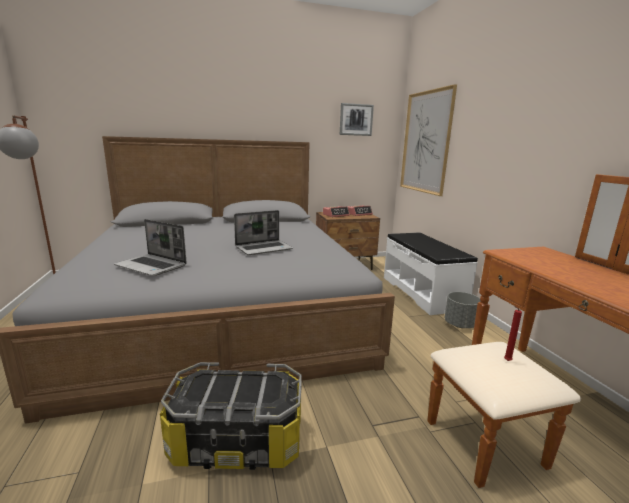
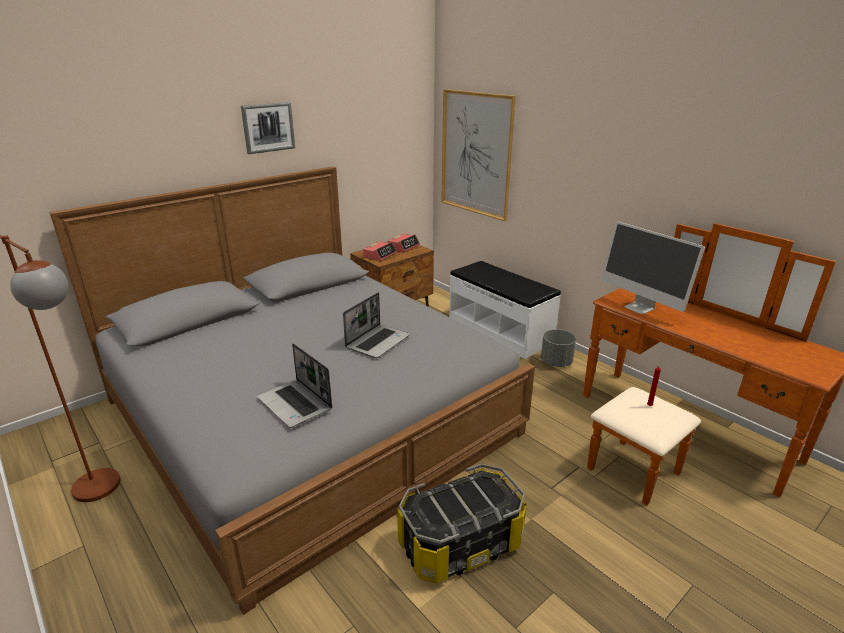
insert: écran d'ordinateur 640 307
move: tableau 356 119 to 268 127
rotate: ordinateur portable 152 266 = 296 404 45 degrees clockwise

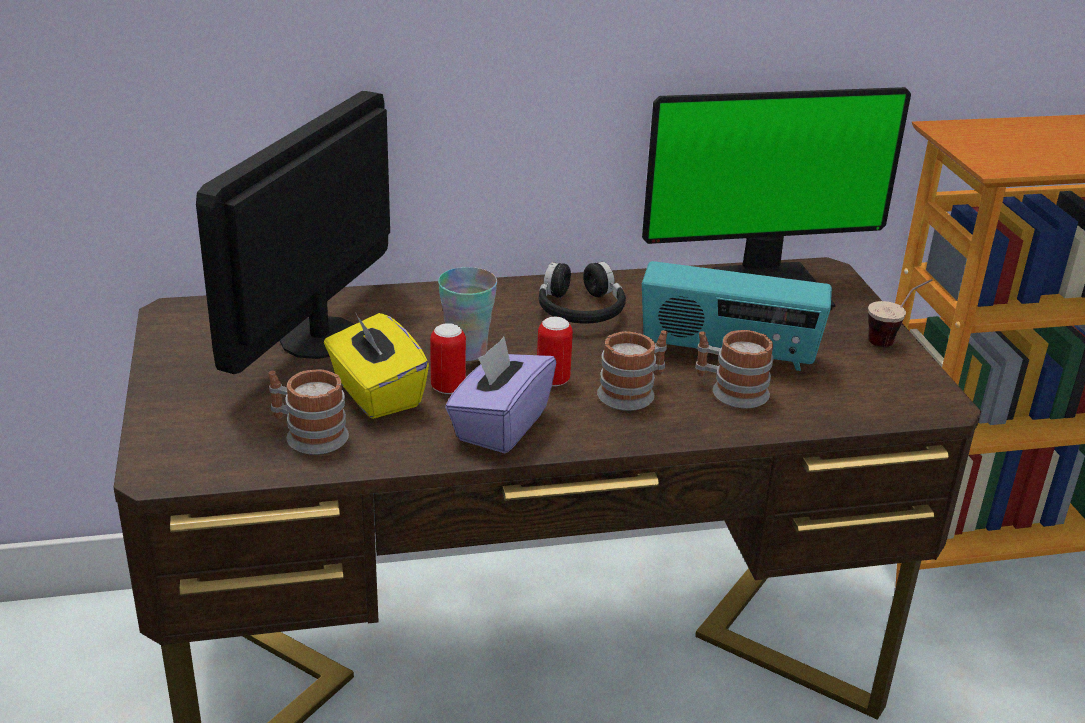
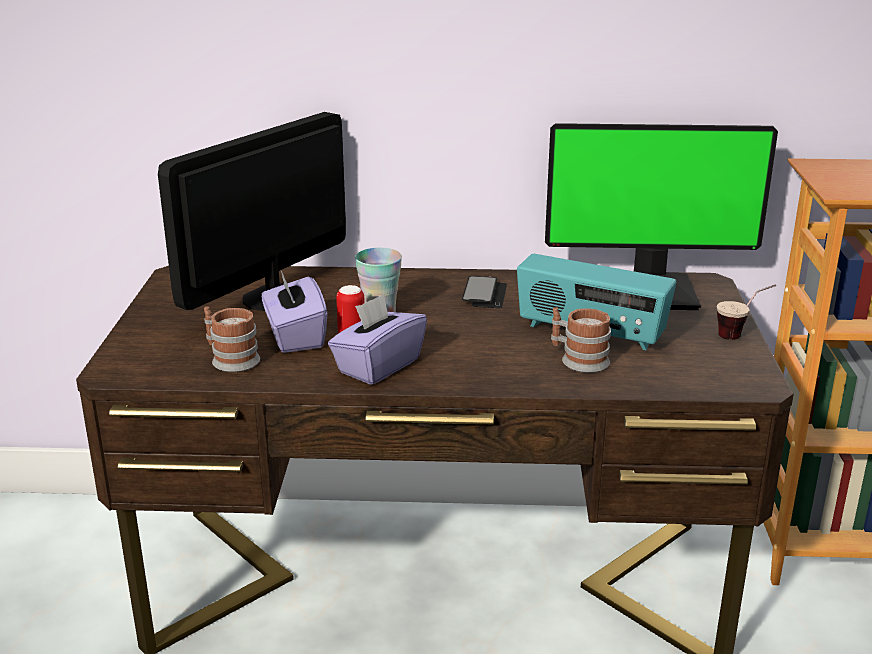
delete: boîte métallique 553 380; mug 633 392
replace: casque audio (noir) 580 309 to téléphone 484 294
recolor: boîte à mouchoirs (jaune) 376 393 to boîte à mouchoirs (violet) 295 337

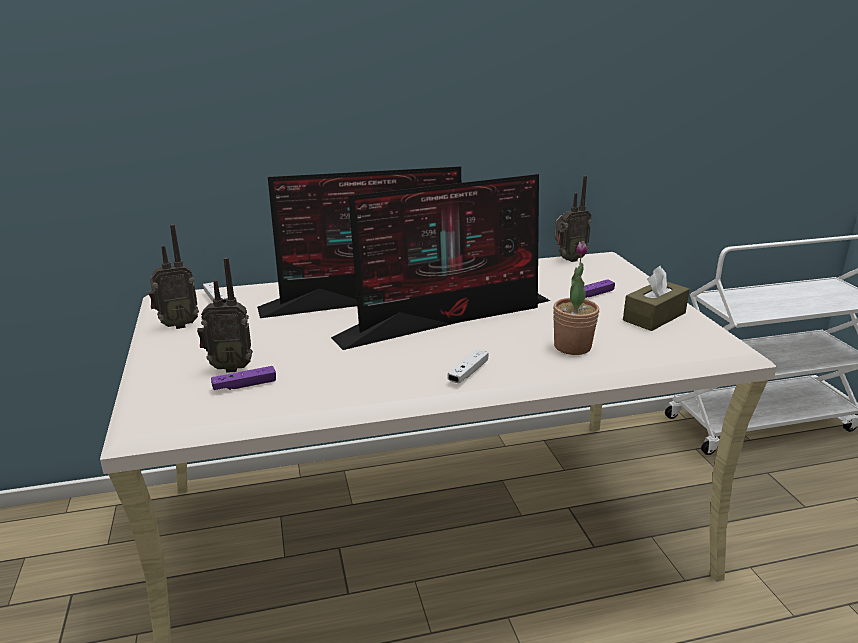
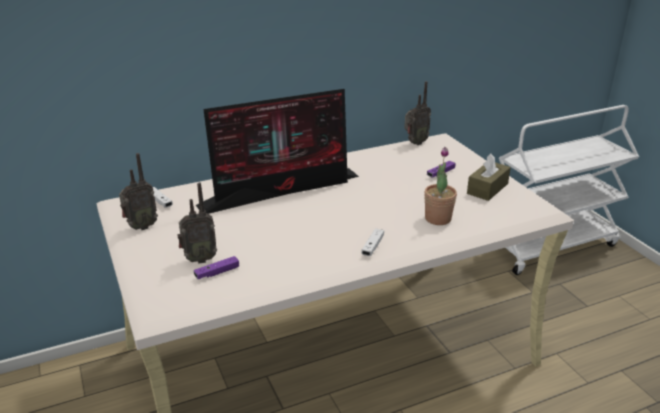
delete: écran d'ordinateur 450 317

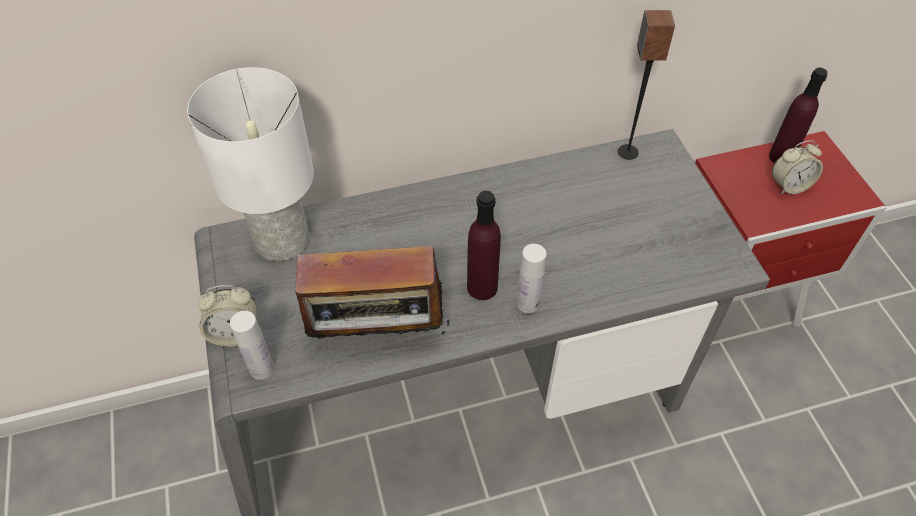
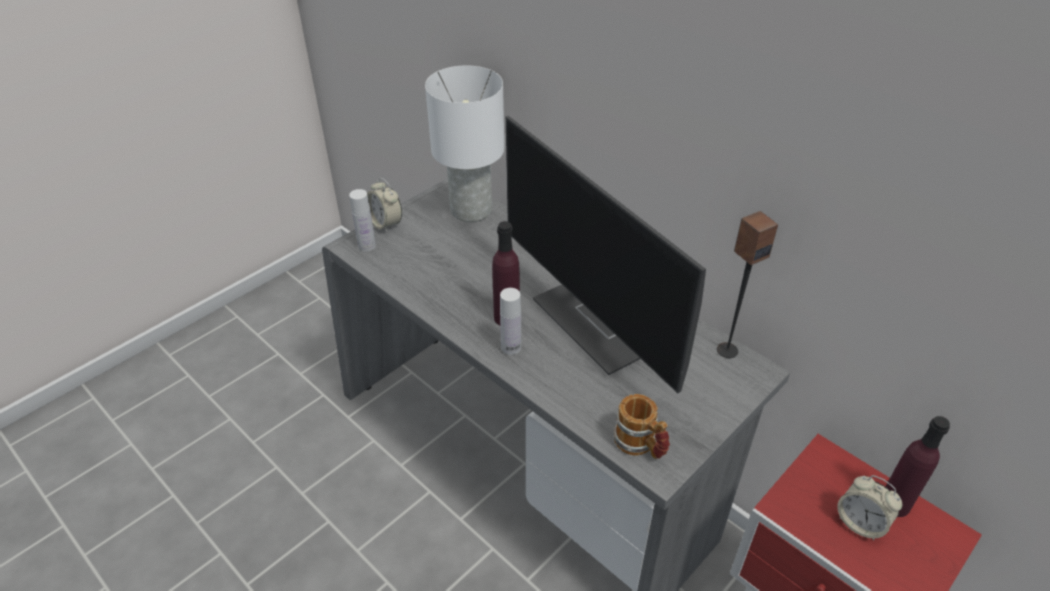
delete: radio 378 334
insert: écran d'ordinateur 603 323; mug 640 445

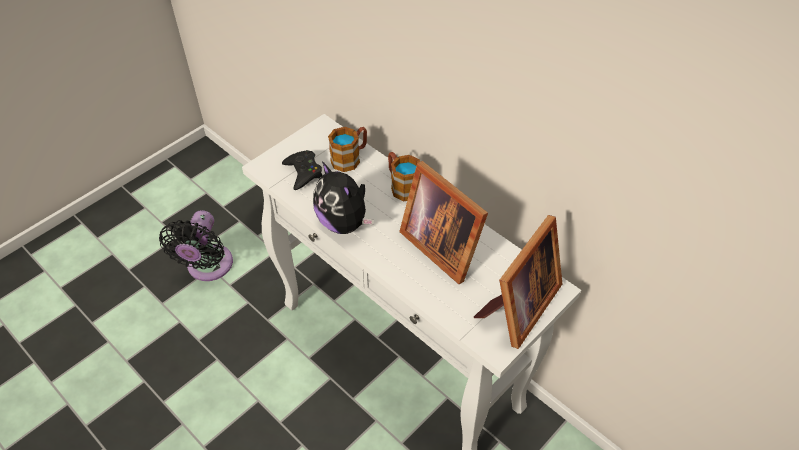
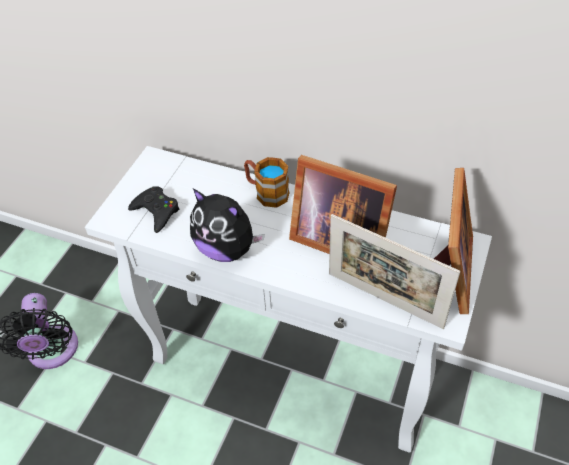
delete: mug 350 158
insert: cadre photo 384 300

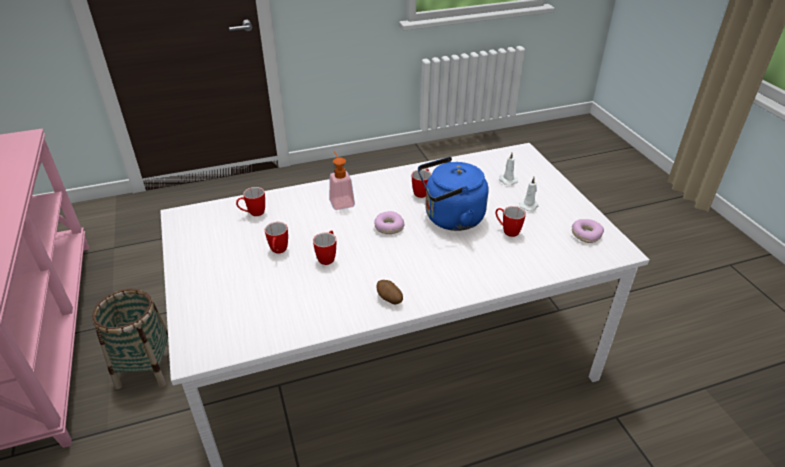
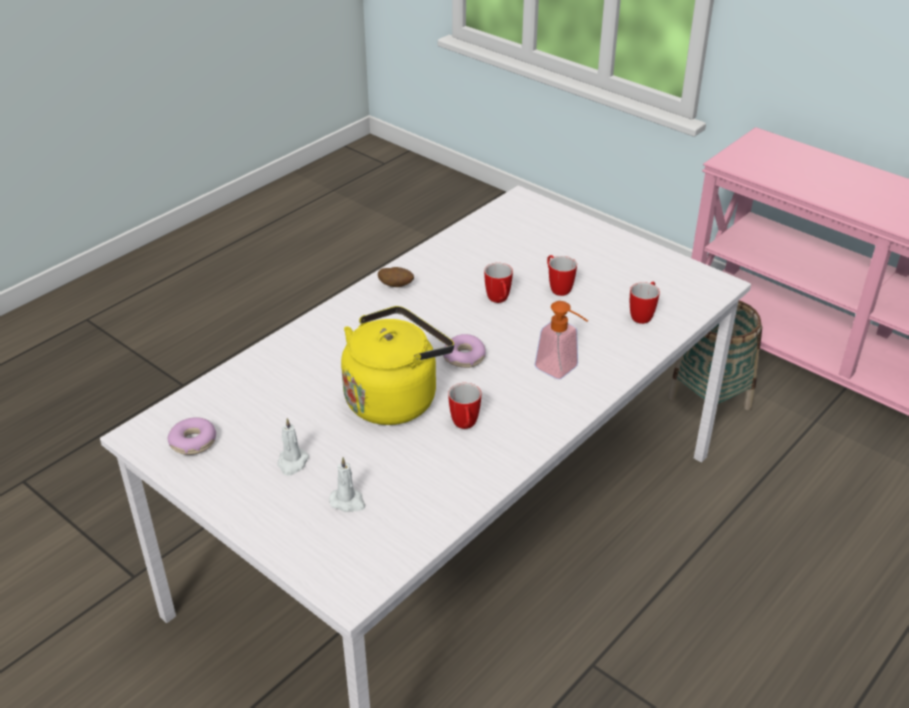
delete: mug 507 231
recolor: bouilloire (bleu) 450 218 to bouilloire (jaune) 395 398

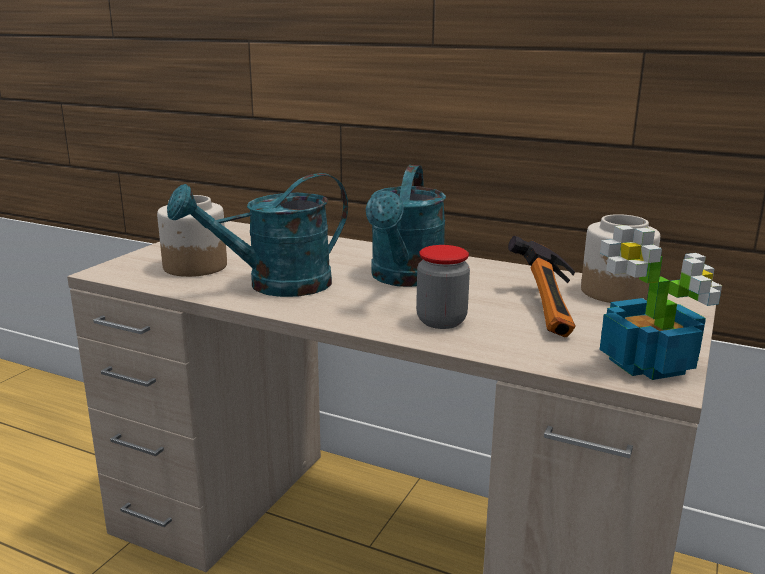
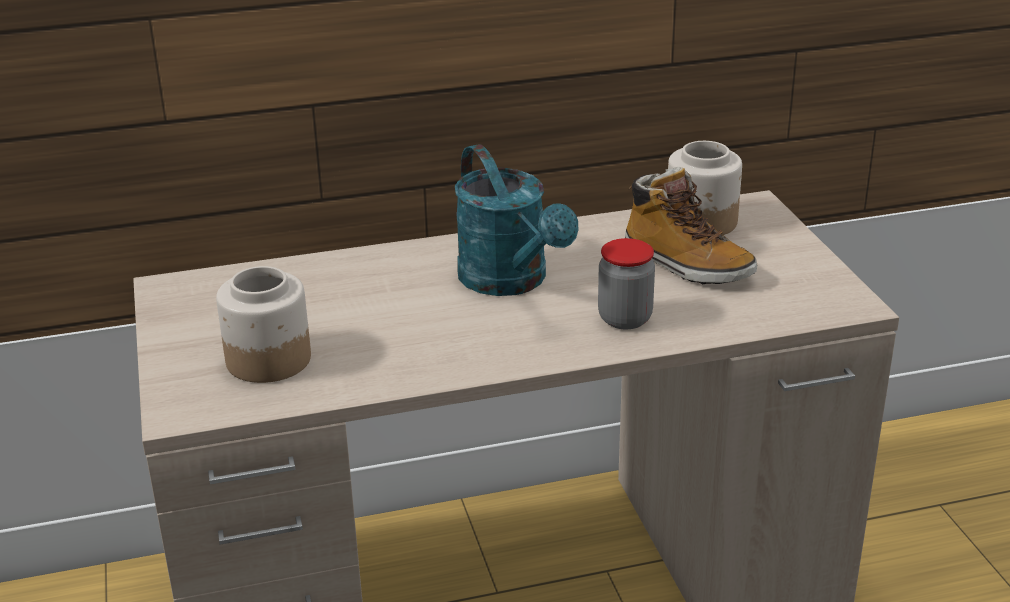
delete: arrosoir (turquoise) 275 286; plante en pot 649 363
replace: marteau 553 310 to botte 686 265

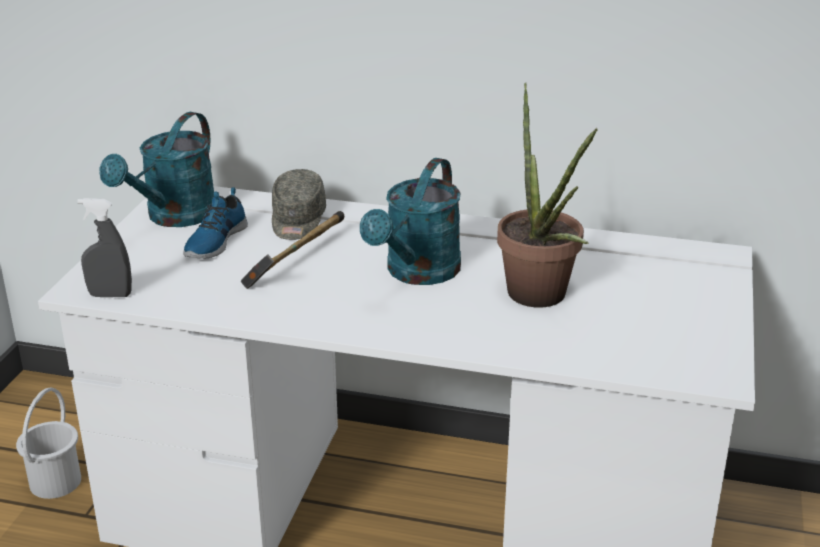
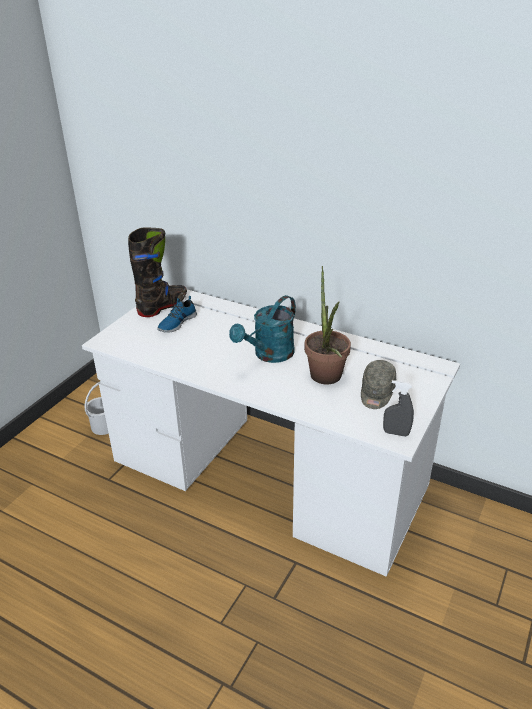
delete: marteau 295 262
move: casquette (gris) 297 220 to 376 393; vaporisateur (gris) 110 295 to 396 433
replace: arrosoir (turquoise) 174 217 to botte (noir) 163 306

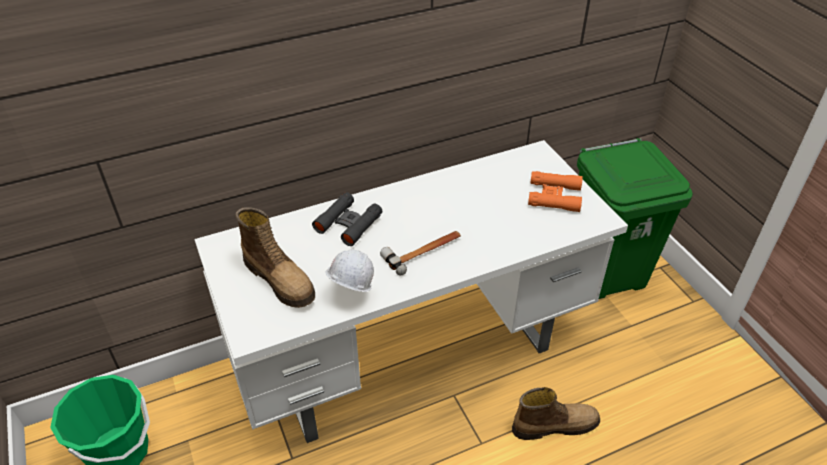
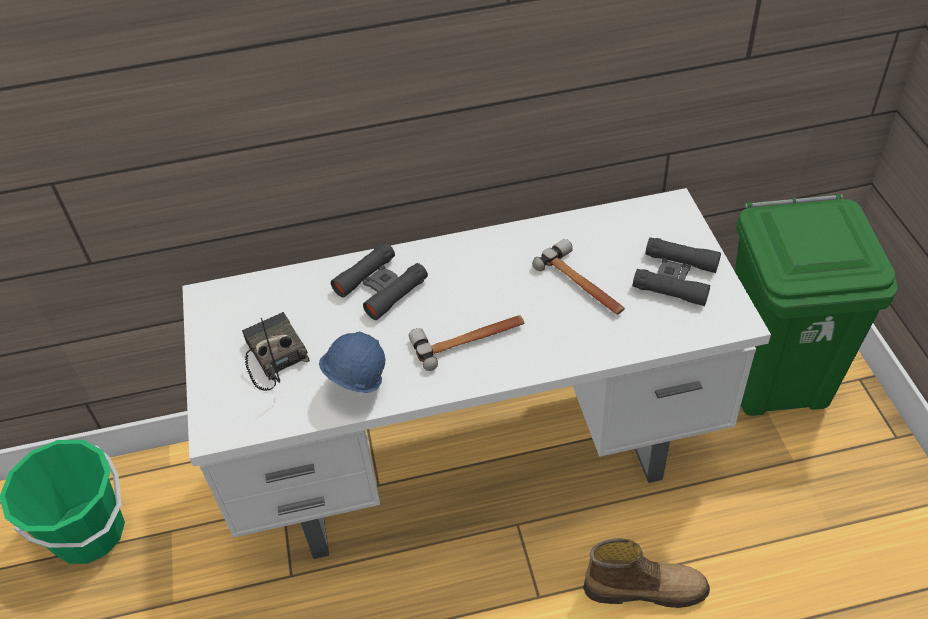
insert: marteau 583 285
replace: botte 280 279 to radio 273 356
recolor: casque de chantier (blanc) 350 293 to casque de chantier (bleu) 356 388; jumelles (orange) 554 196 to jumelles (noir) 675 277

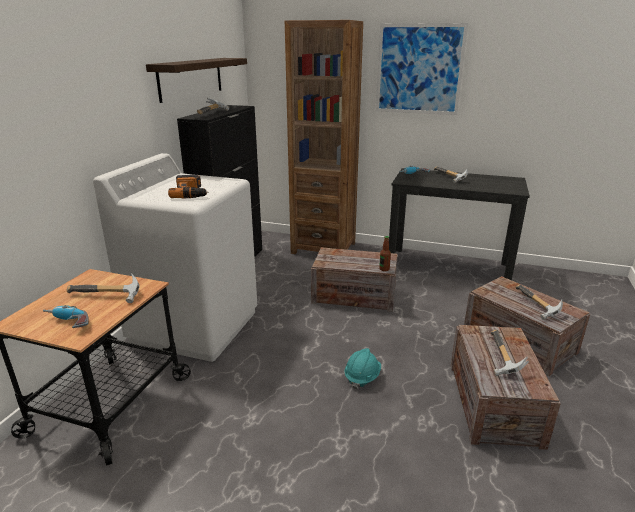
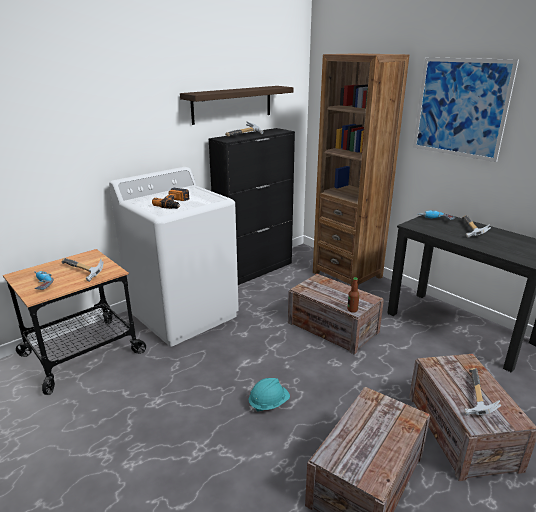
delete: marteau 499 358

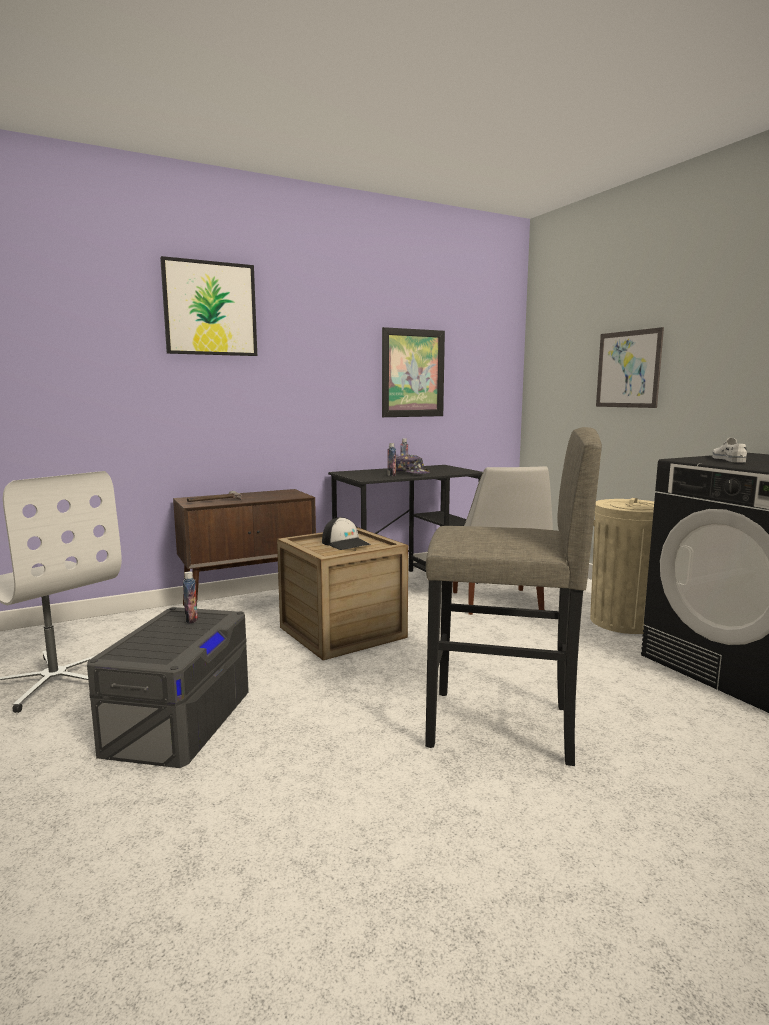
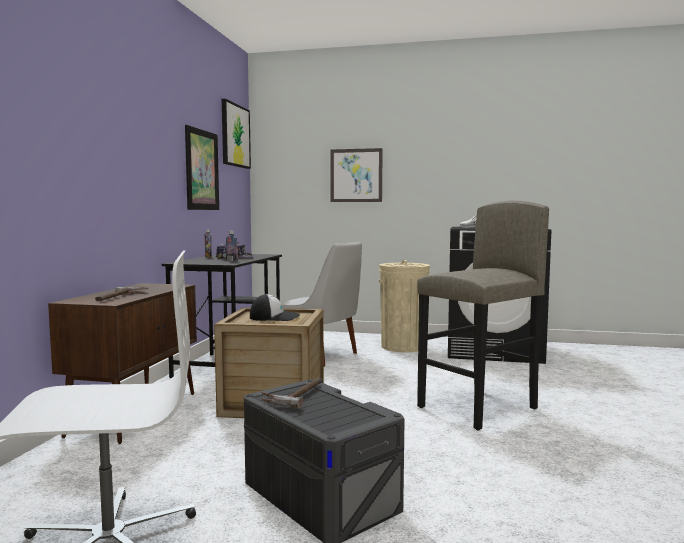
move: tableau 210 309 to 235 135
replace: bouteille 191 620 to marteau 295 394

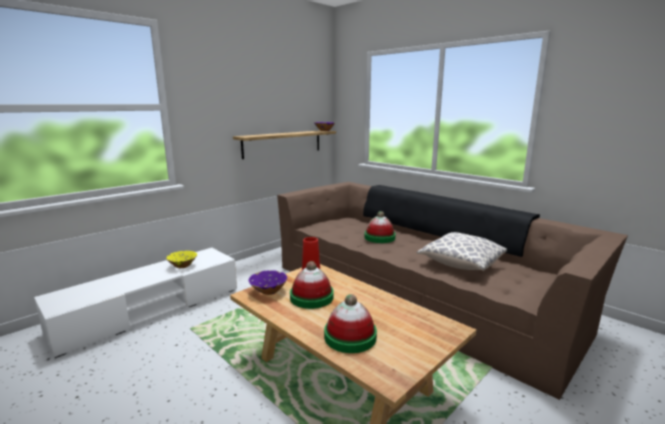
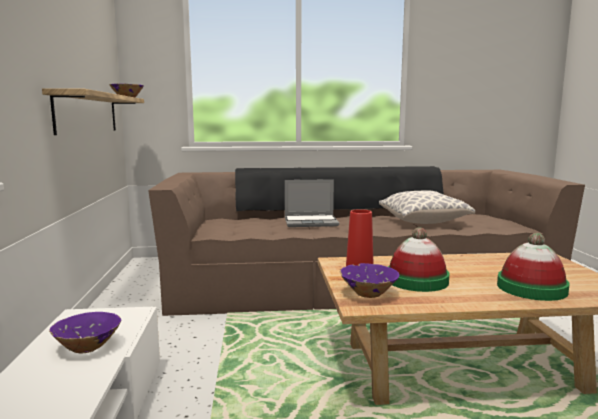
replace: chapeau 379 237 to ordinateur portable 311 222
recolor: bol (jaune) 183 266 to bol (violet) 87 347

